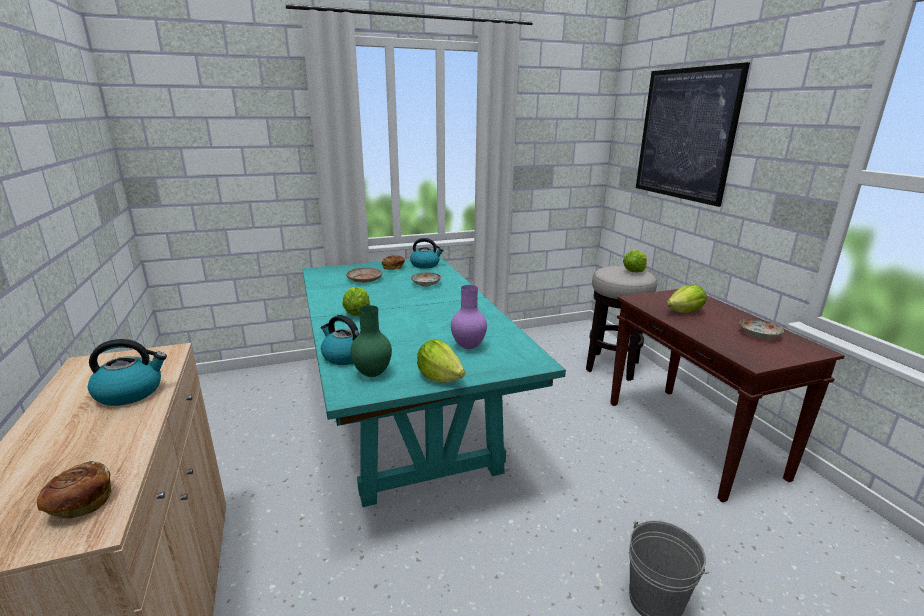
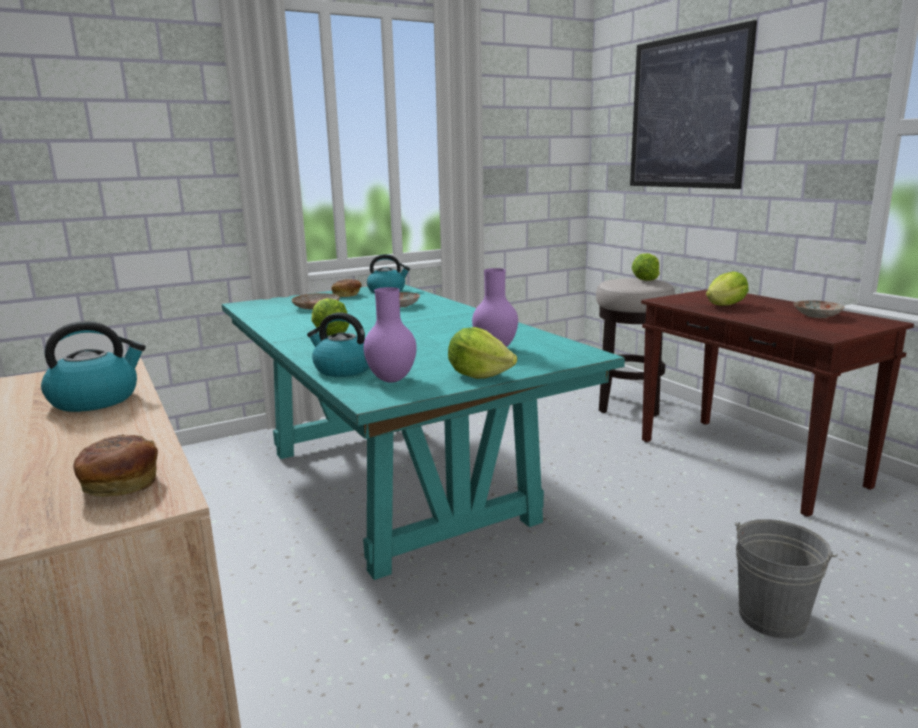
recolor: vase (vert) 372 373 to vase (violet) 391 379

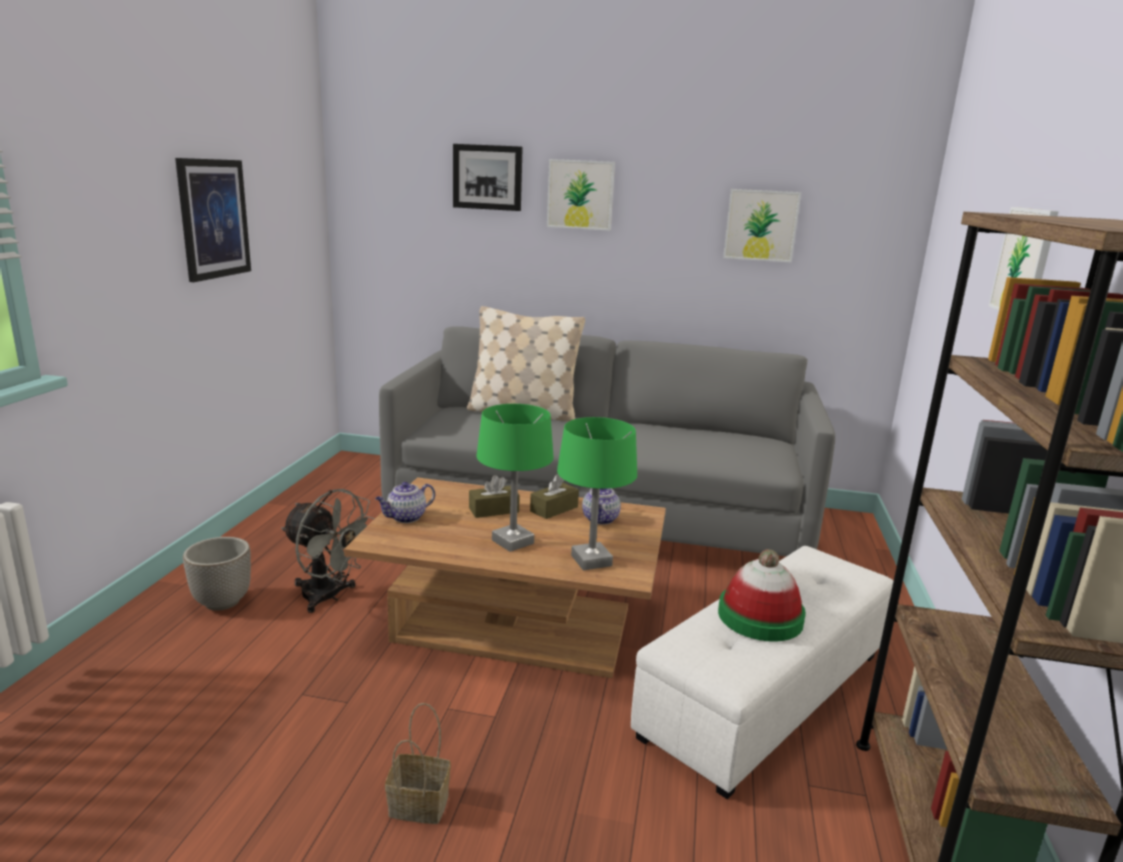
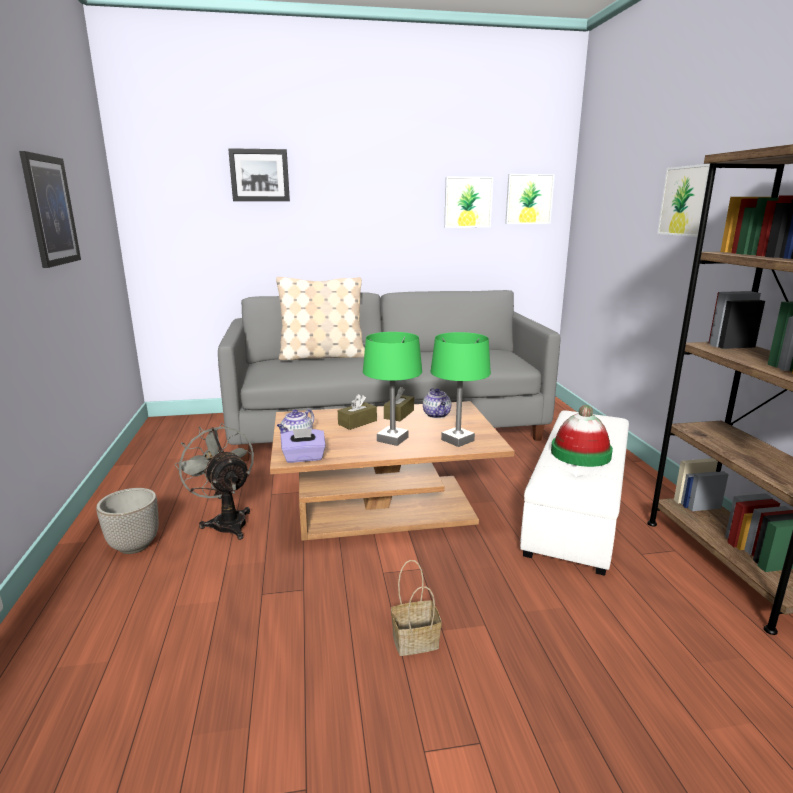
insert: boîte à mouchoirs (violet) 304 458
move: tableau 580 195 to 529 199
rotate: ventilateur (gris) 329 597 = 226 521 135 degrees counterclockwise

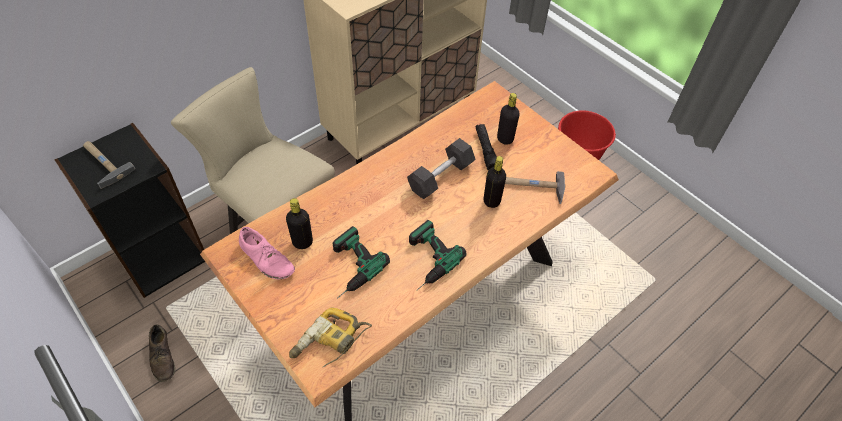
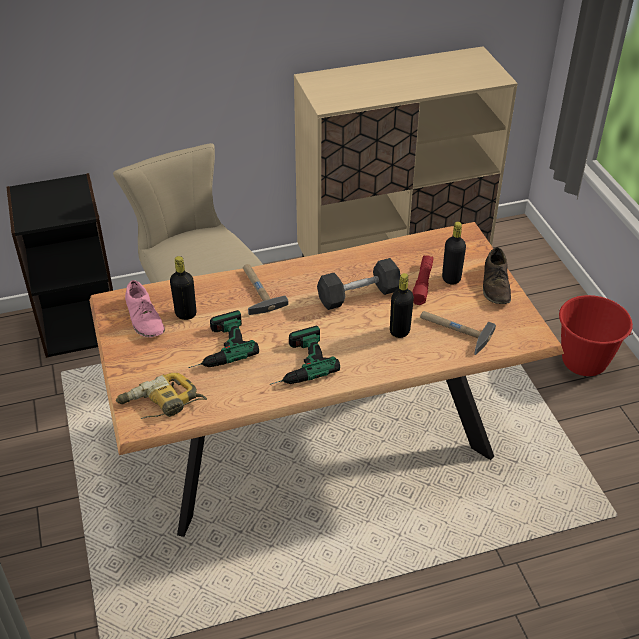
move: marteau 102 163 to 257 290; chaussure (marron) 162 356 to 496 285
recolor: lampe de poche (noir) 485 150 to lampe de poche (rouge) 422 284

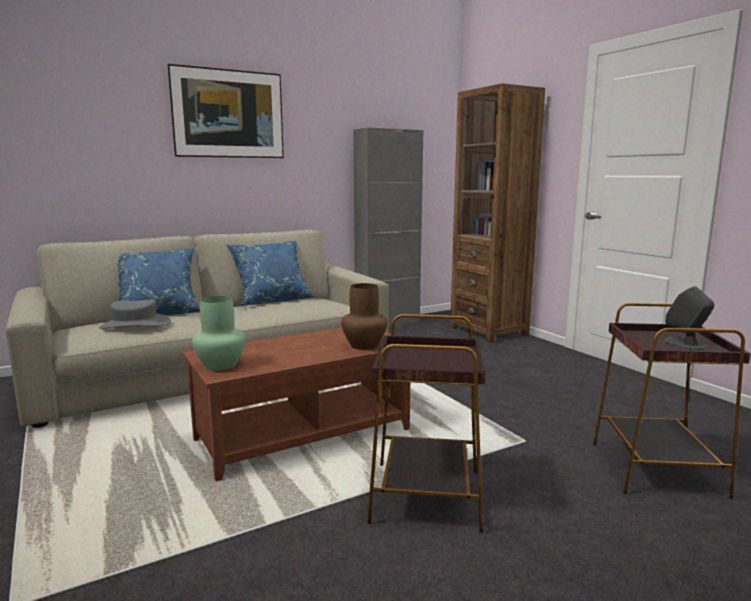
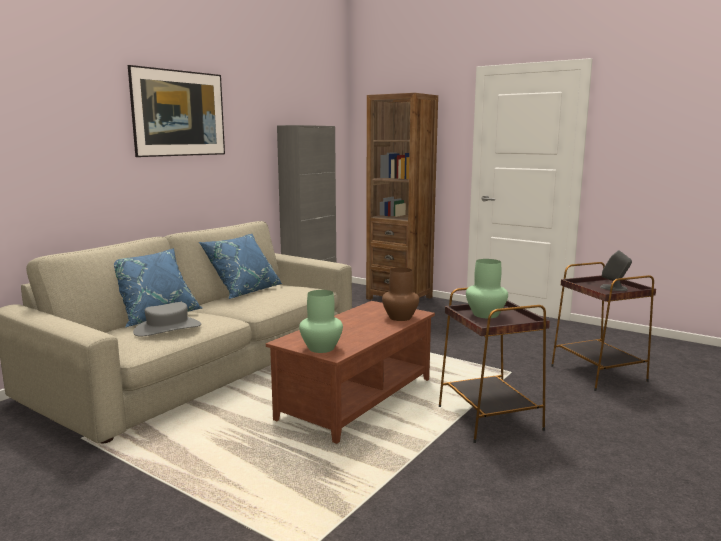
insert: vase (vert) 486 314

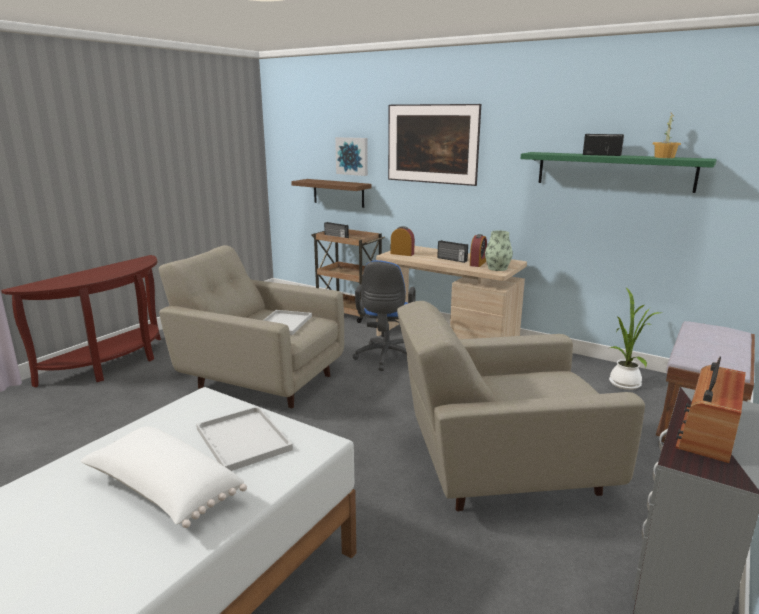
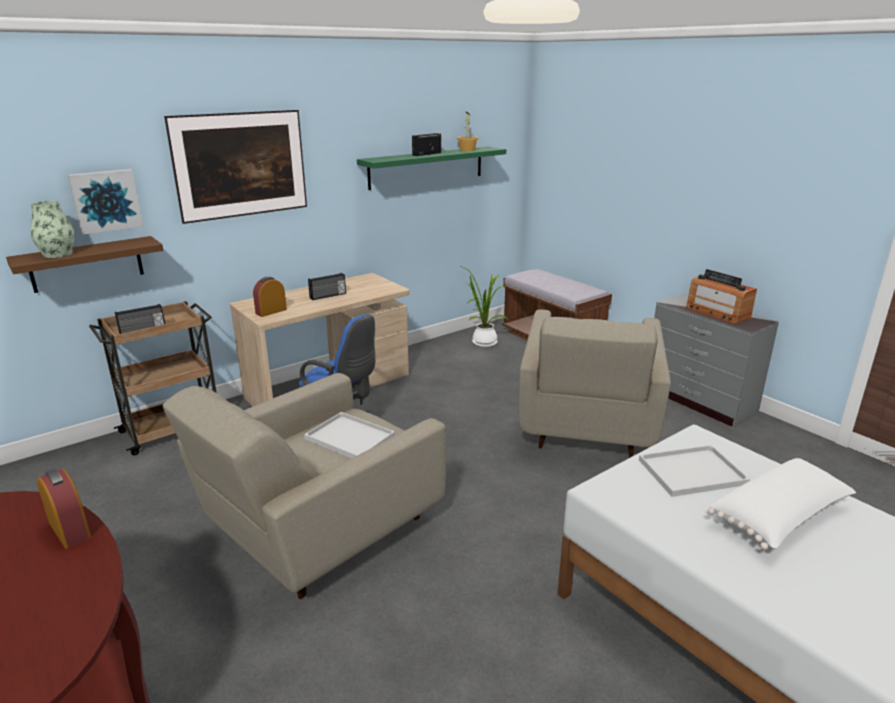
move: vase 497 268 to 58 254; réveil 477 263 to 69 530

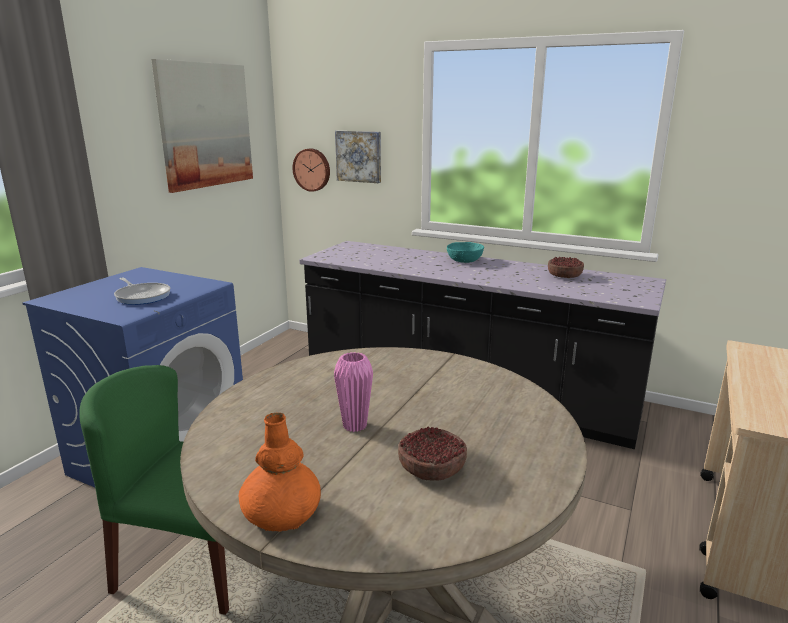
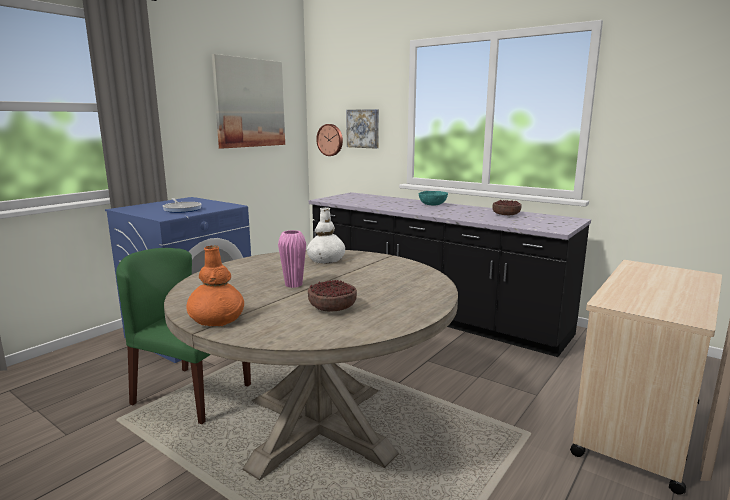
insert: vase (blanc) 326 260

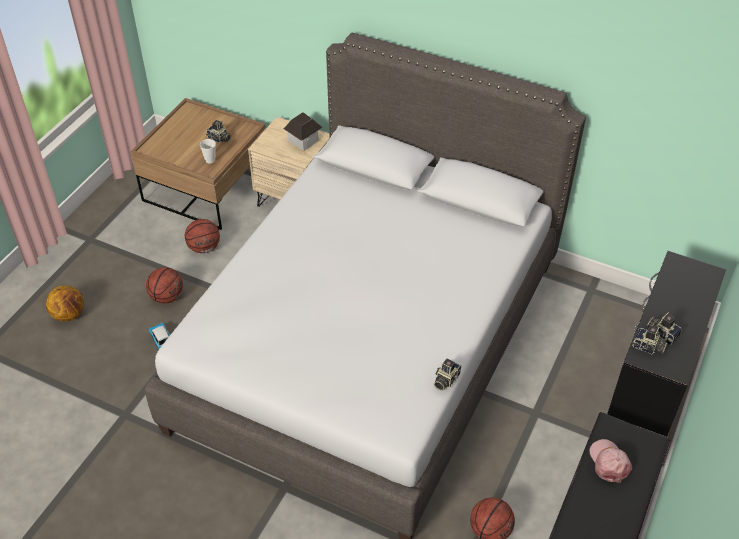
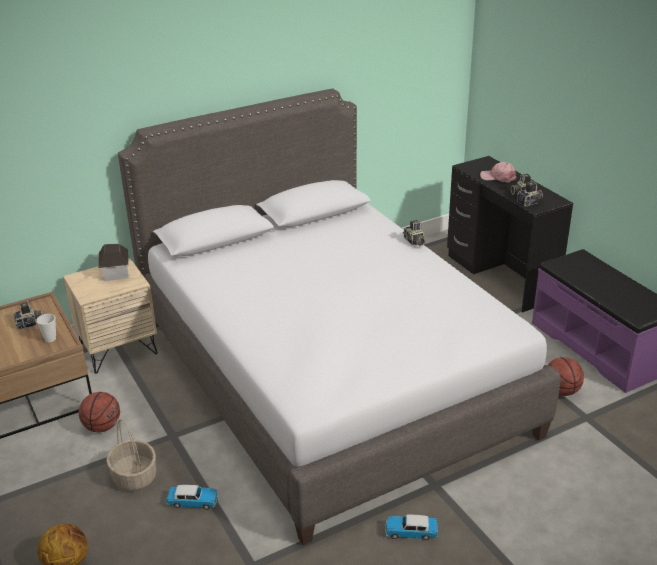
insert: petite voiture 411 532
move: appareil photo 445 380 to 414 242; casquette (rose) 609 462 to 498 177
replace: ballon de basket 167 297 to panier 134 476

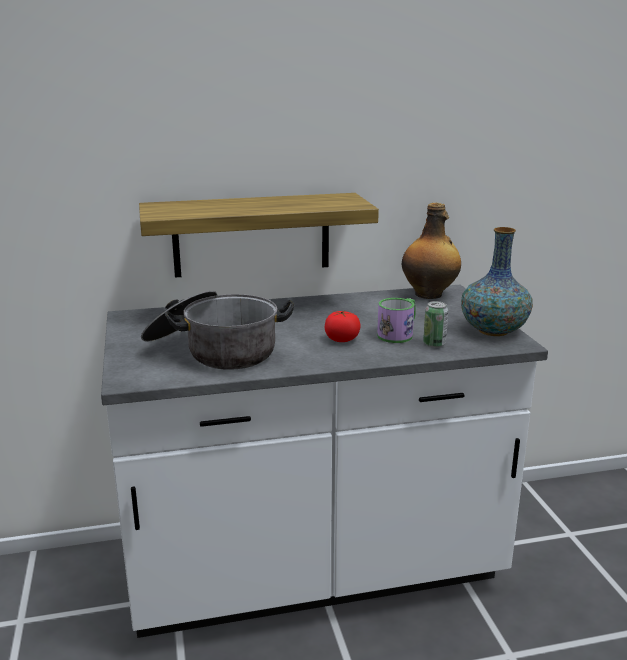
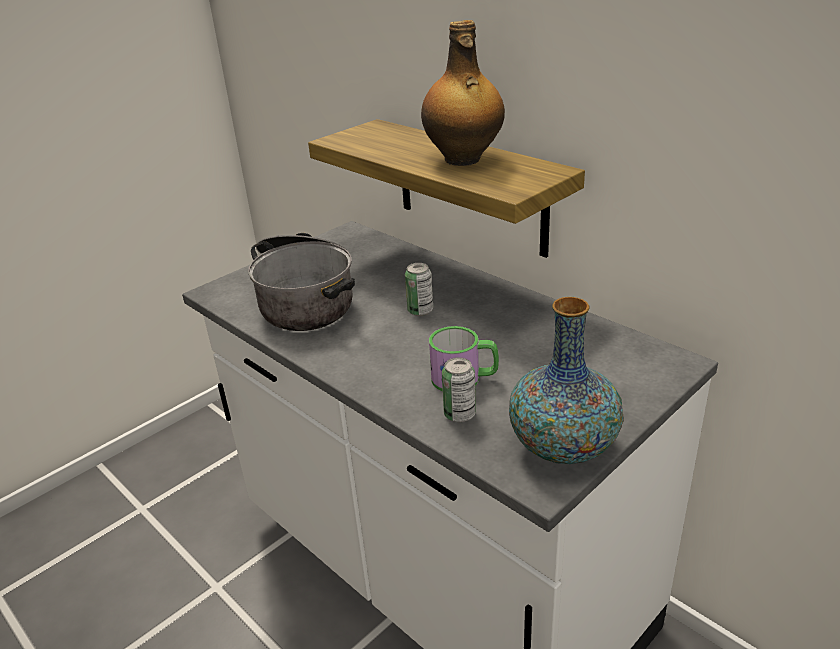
delete: tomate 342 339
insert: boîte métallique 420 311
move: bouteille 429 294 to 463 160

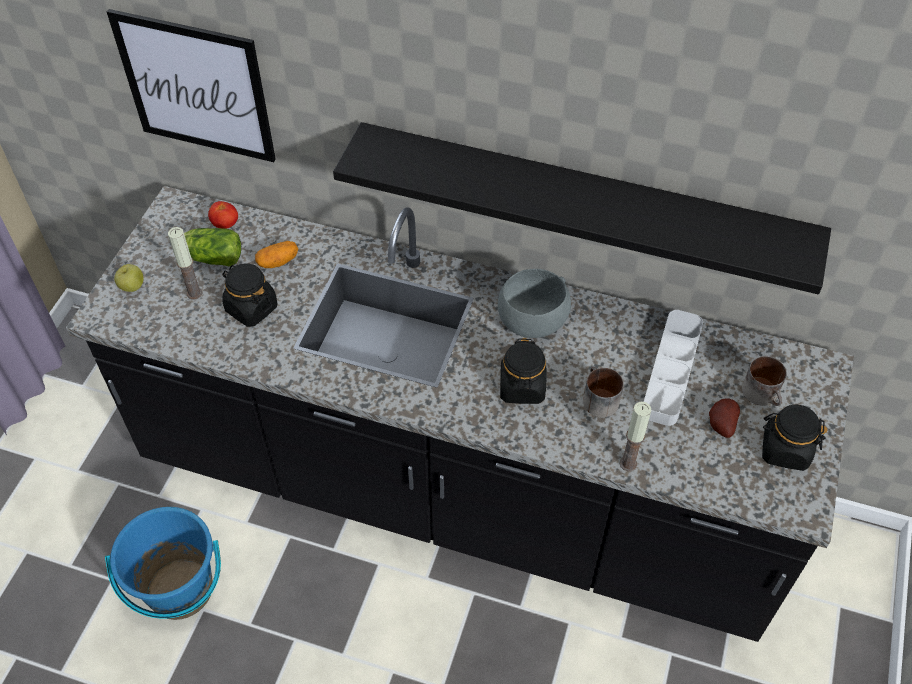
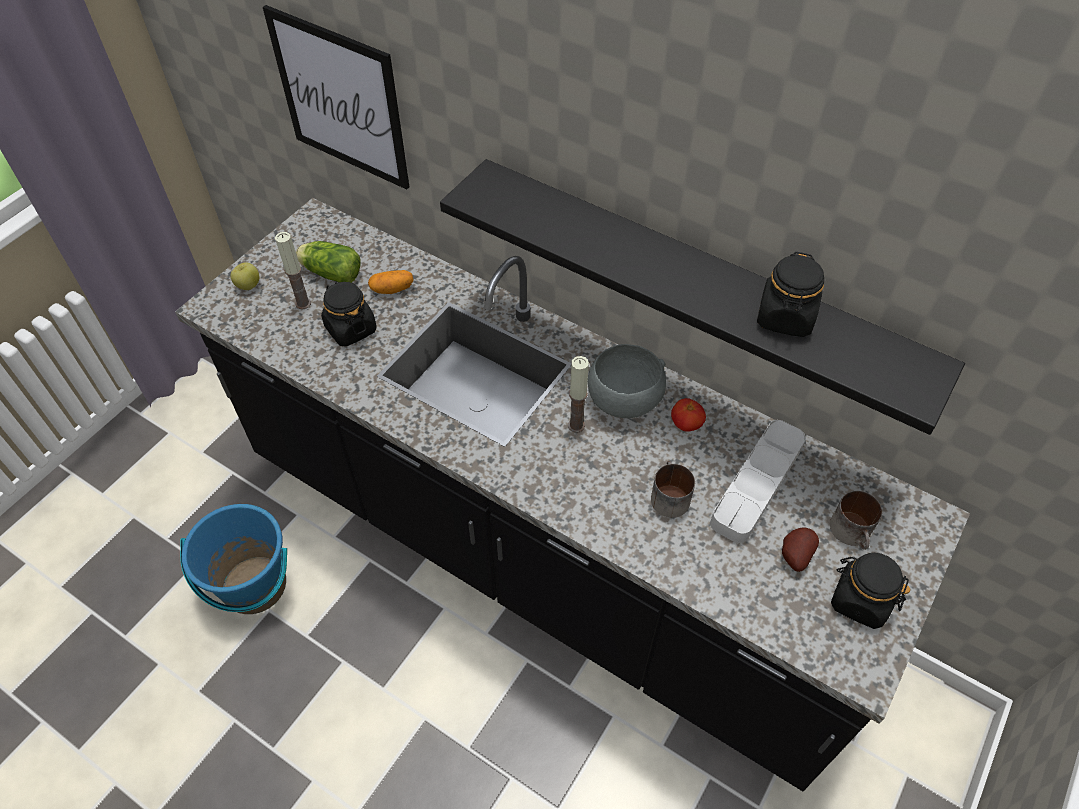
move: bougie 628 463 to 576 425; tomate 225 224 to 686 424; bocal (noir) 522 387 to 785 317

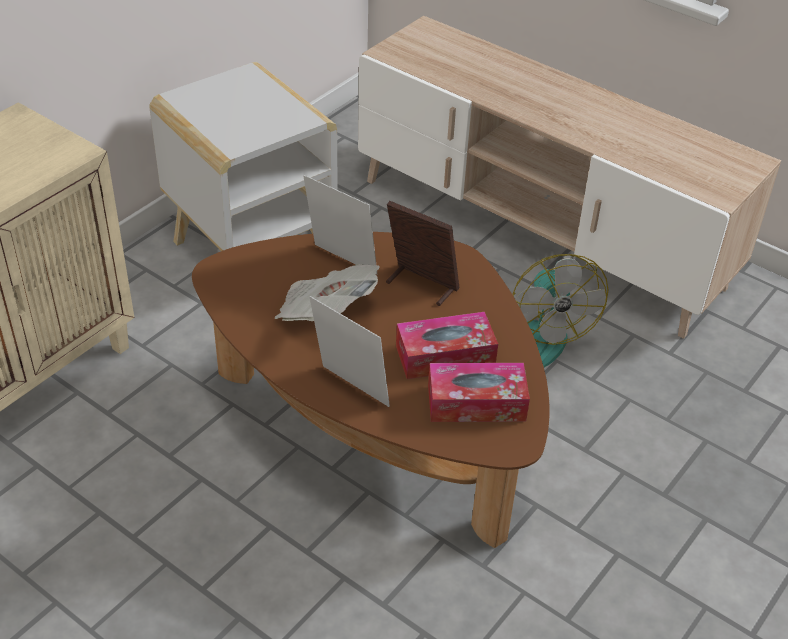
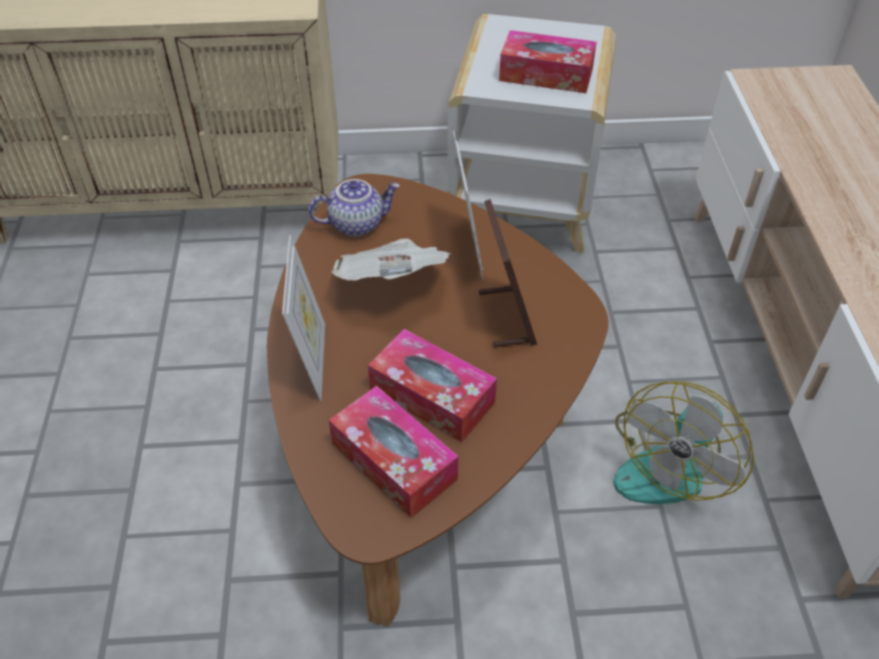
insert: théière 356 223; boîte à mouchoirs 546 74

